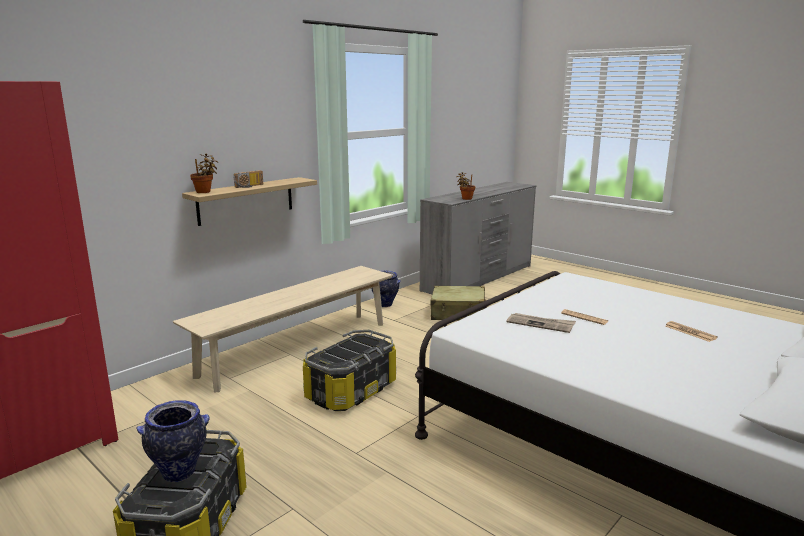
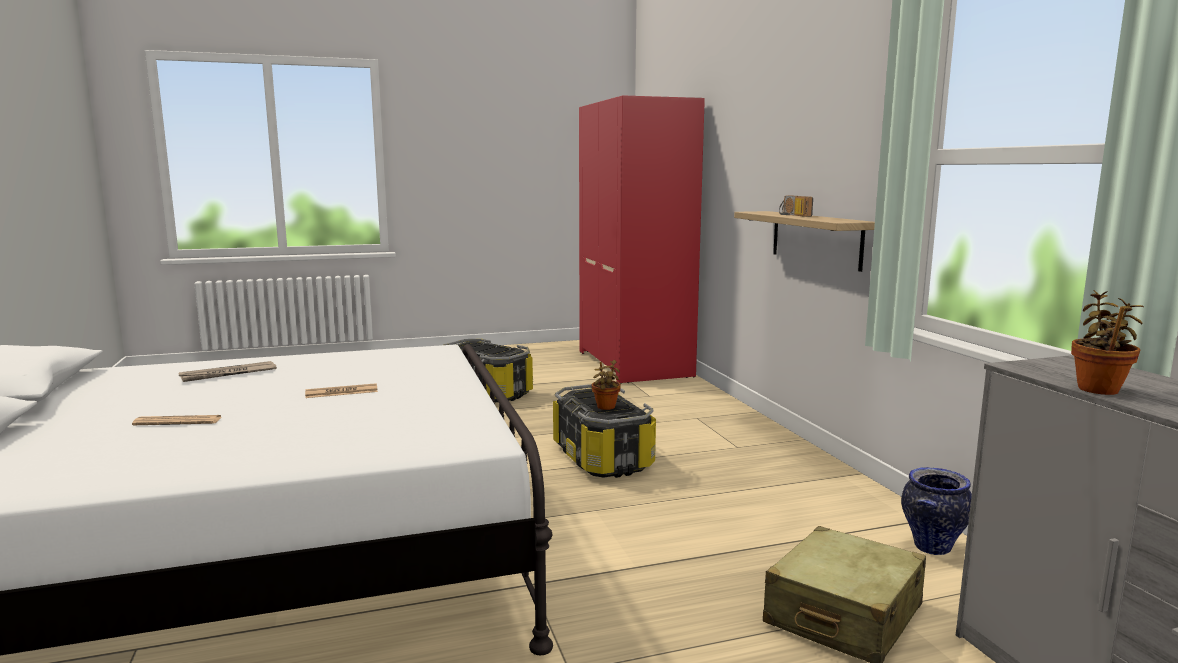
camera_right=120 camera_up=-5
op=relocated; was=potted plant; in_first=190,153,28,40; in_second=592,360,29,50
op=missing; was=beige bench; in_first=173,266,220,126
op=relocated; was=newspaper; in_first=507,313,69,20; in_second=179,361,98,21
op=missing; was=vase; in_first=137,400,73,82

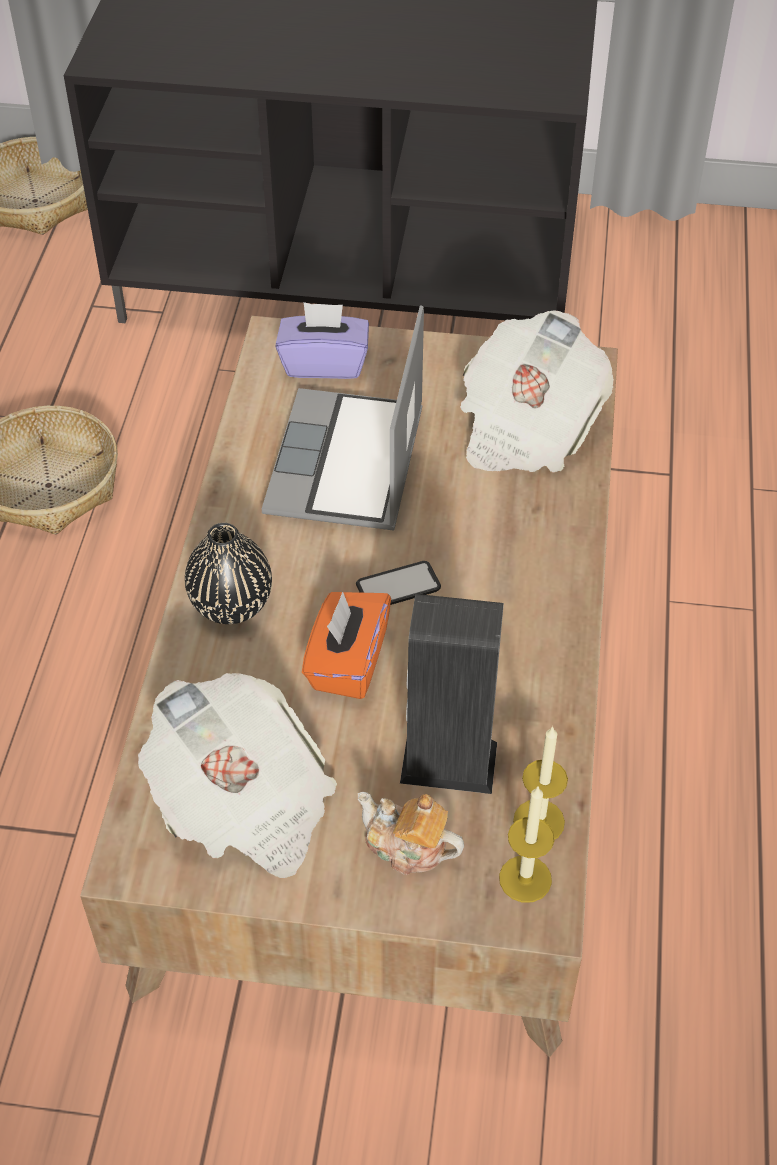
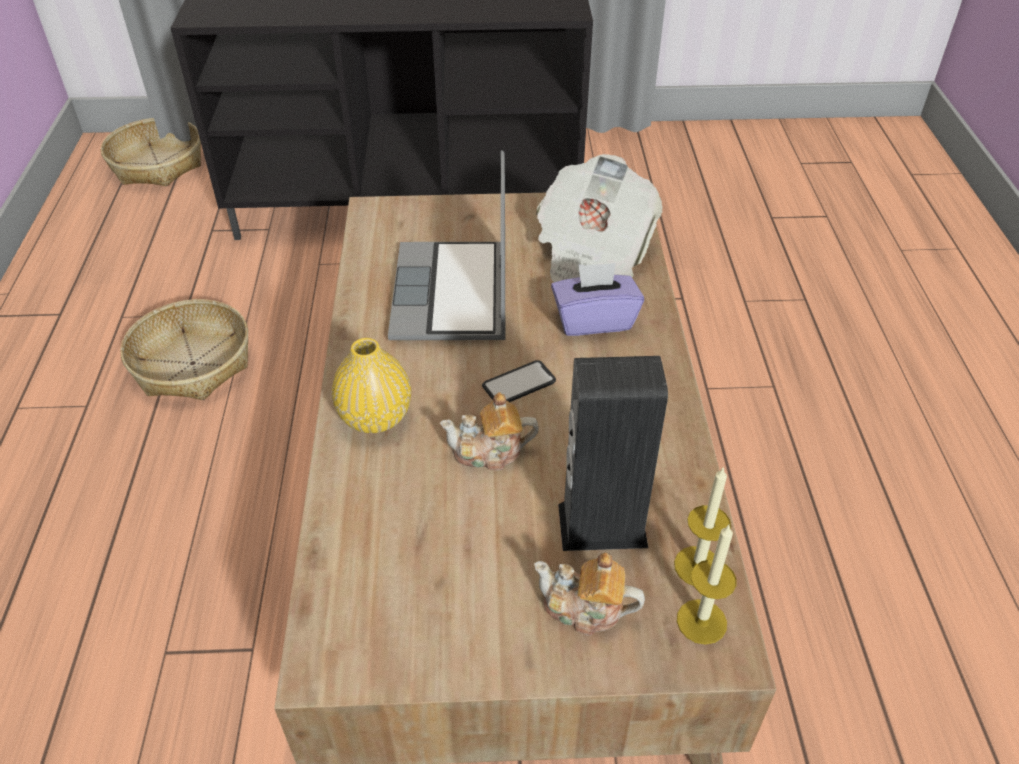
camera_right=-10 camera_up=-5
op=relocated; was=purple tissue box; in_first=276,302,93,77; in_second=551,263,93,73
op=colour; was=black vase; now=yellow vase; in_first=185,523,87,101; in_second=332,338,79,95
op=exchanged; was=orange tissue box; now=teapot; in_first=302,592,89,107; in_second=440,392,99,78
op=missing; was=newspaper; in_first=138,673,199,205

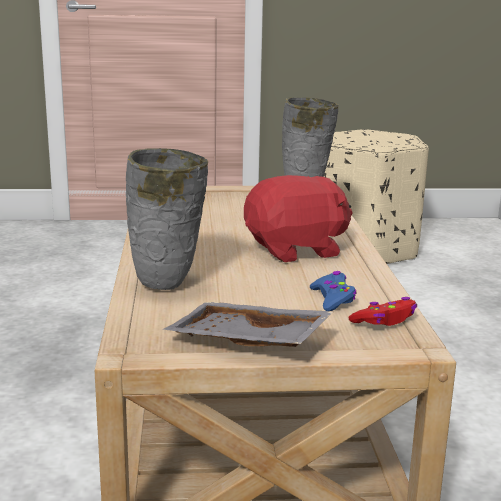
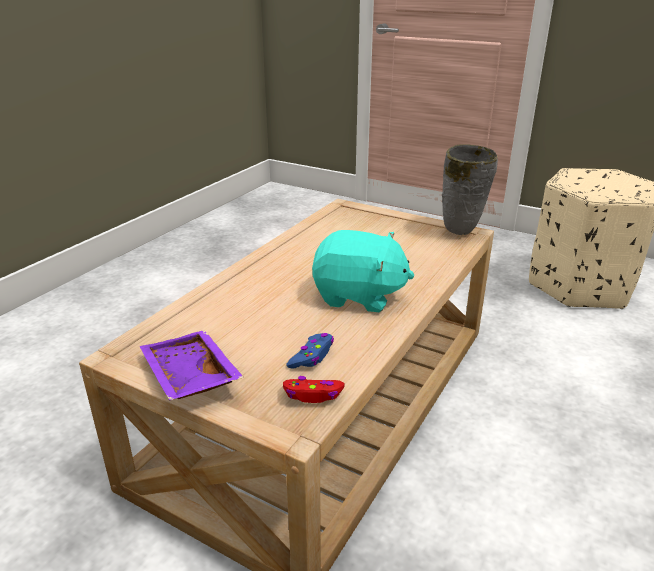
camera_right=35 camera_up=10
op=missing; was=grey vase; in_first=126,148,82,142
op=colour; was=red plush toy; now=turquoise plush toy; in_first=244,175,109,87; in_second=312,230,103,82
op=colour; was=grey tray; now=purple tray; in_first=162,302,171,45; in_second=140,330,104,71

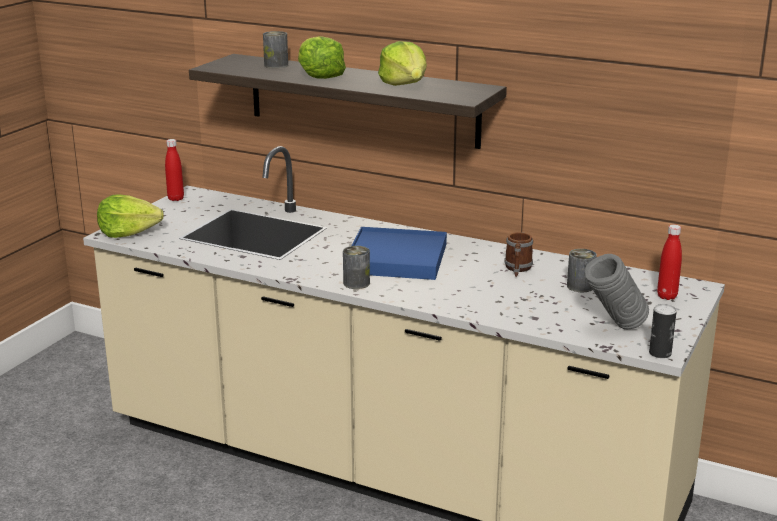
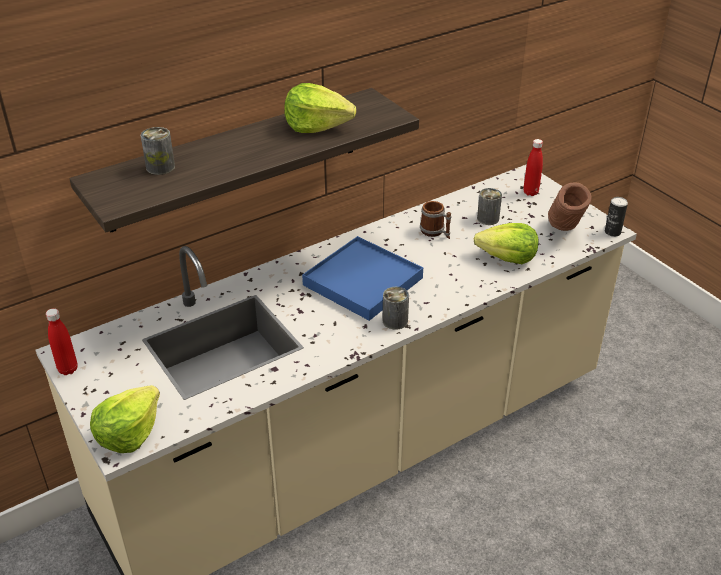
camera_right=-60 camera_up=15
op=relocated; was=lettuce; in_first=298,36,48,43; in_second=474,223,65,41
op=colour; was=grey vase; now=brown vase; in_first=585,254,64,75; in_second=548,182,44,49

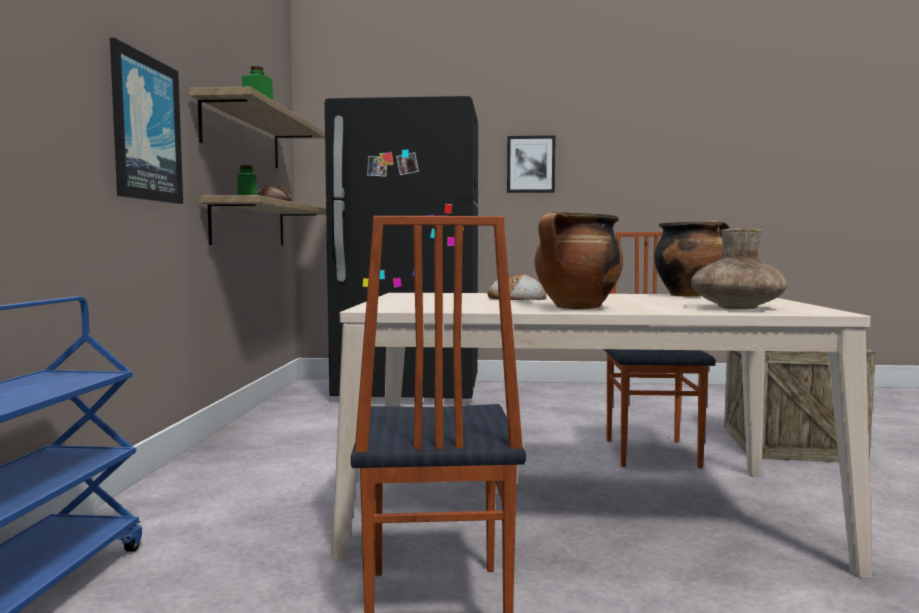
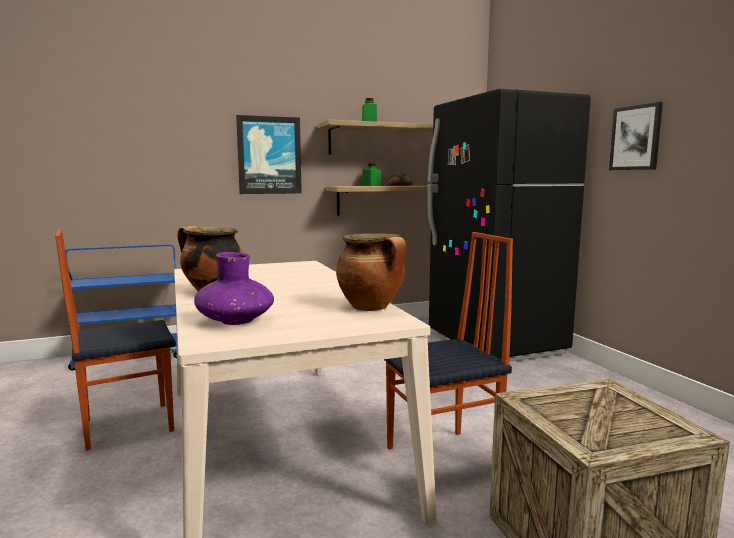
camera_right=65 camera_up=5
op=colour; was=brown vase; now=purple vase; in_first=691,229,96,80; in_second=194,252,80,73
op=missing; was=bread; in_first=488,273,58,27

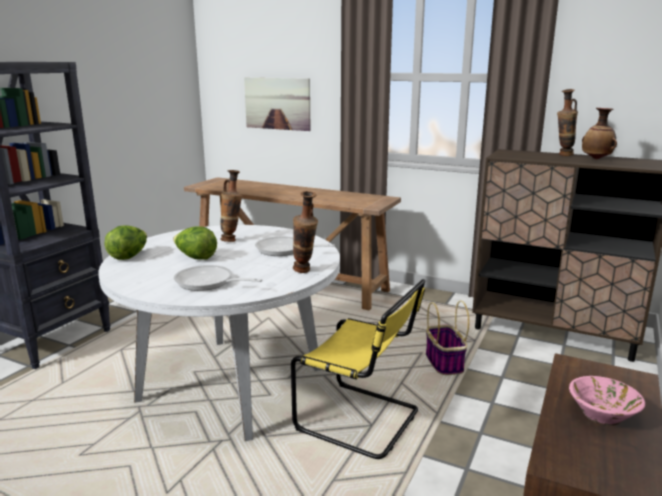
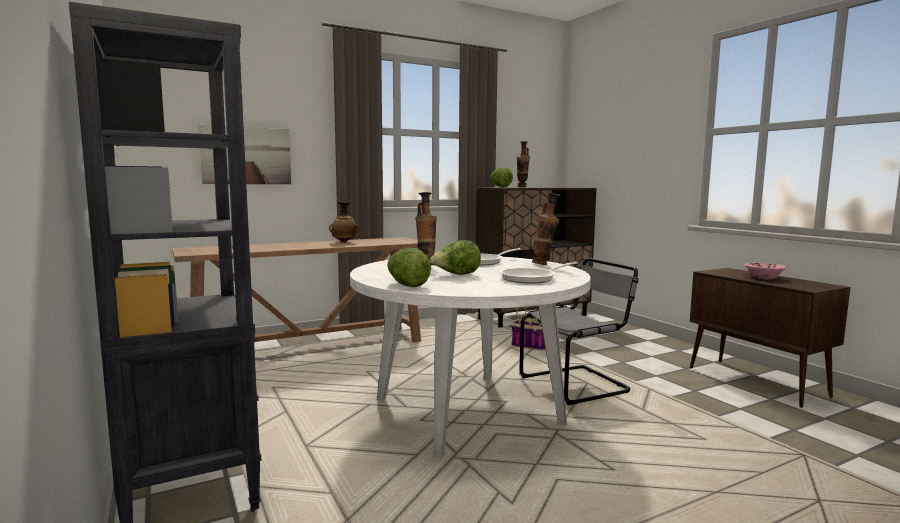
camera_right=-55 camera_up=-10
op=relocated; was=vase; in_first=582,108,35,52; in_second=329,202,30,41
op=colour; was=yellow chair; now=grey chair; in_first=291,279,134,180; in_second=519,258,120,147
op=appeared; now=lettuce; in_second=491,167,22,20

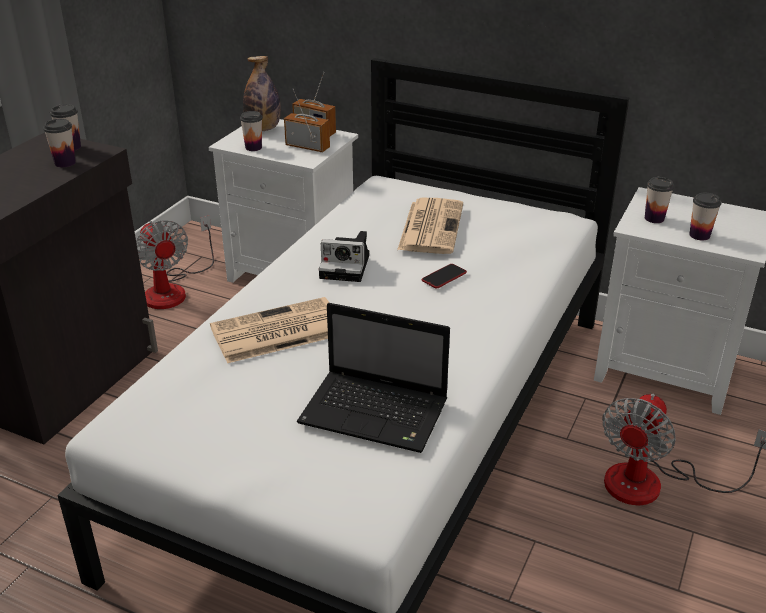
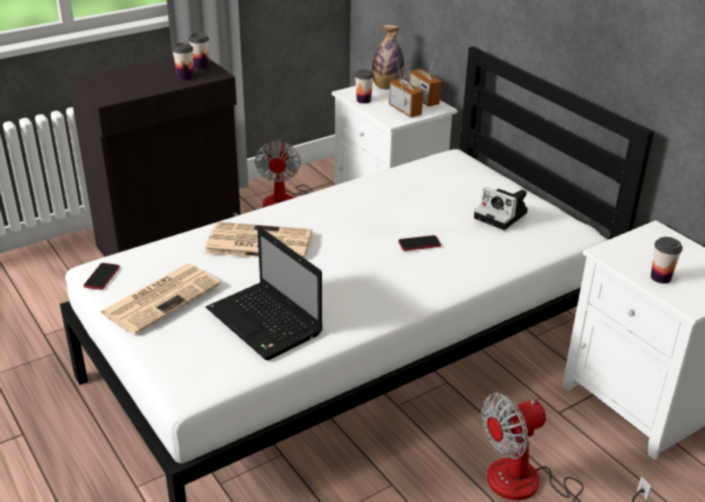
camera_right=30 camera_up=0
op=missing; was=cup; in_first=645,177,29,46
op=relocated; was=newspaper; in_first=397,198,66,56; in_second=99,264,122,71
op=relocated; was=photo camera; in_first=319,231,50,51; in_second=474,187,54,43
op=appeared; now=phone; in_second=84,263,36,27

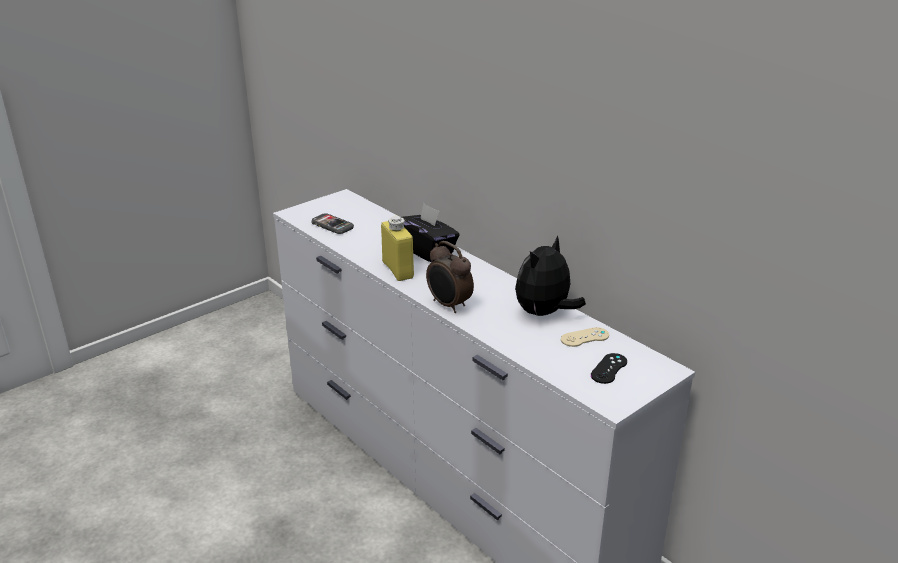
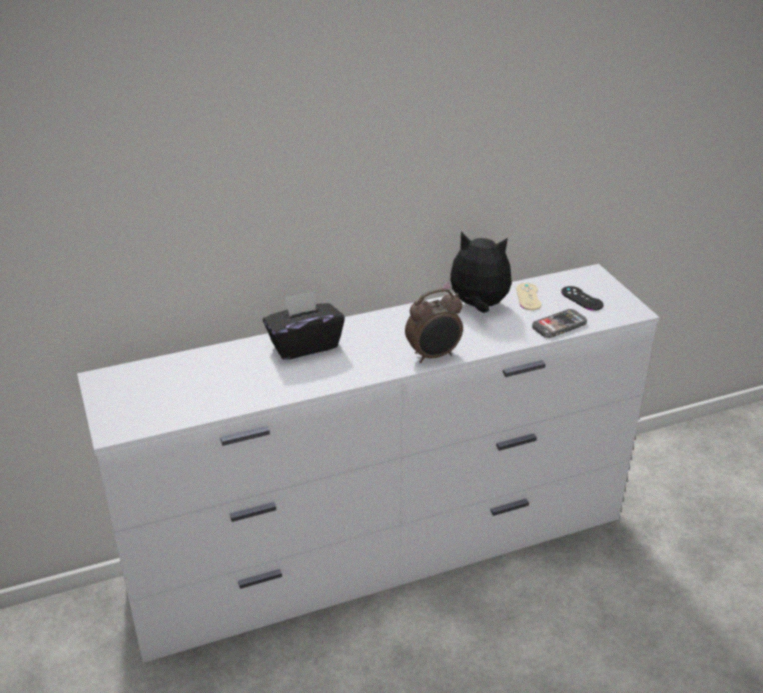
camera_right=-70 camera_up=5
op=relocated; was=phone; in_first=311,213,43,21; in_second=532,309,55,29
op=missing; was=yellow bottle; in_first=381,216,33,65
op=spun; was=plush toy; in_first=515,235,71,81; in_second=441,231,71,82; clockwise=135

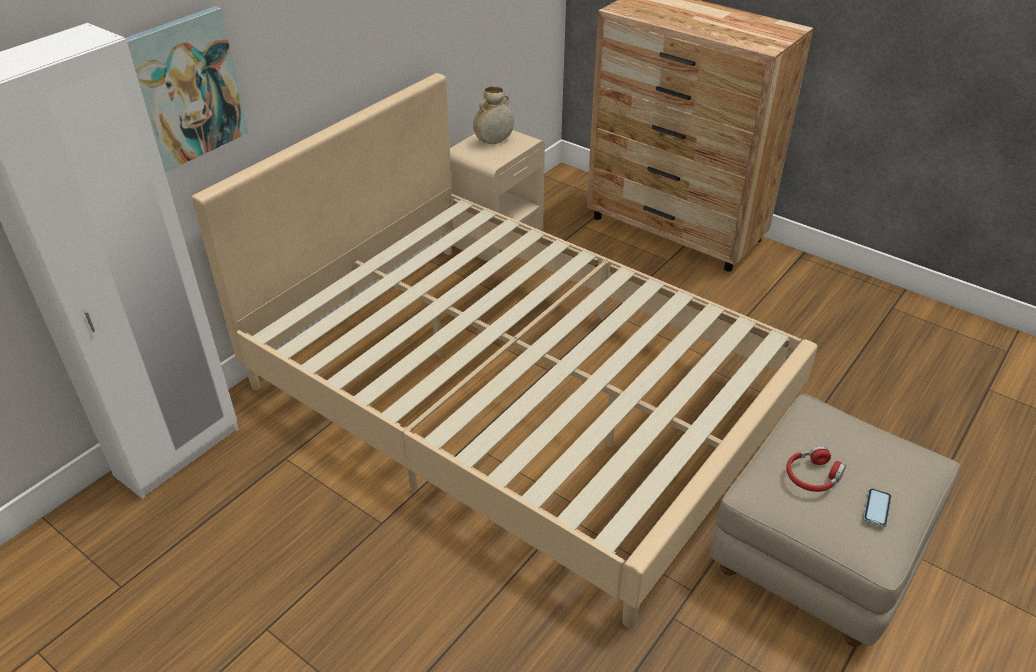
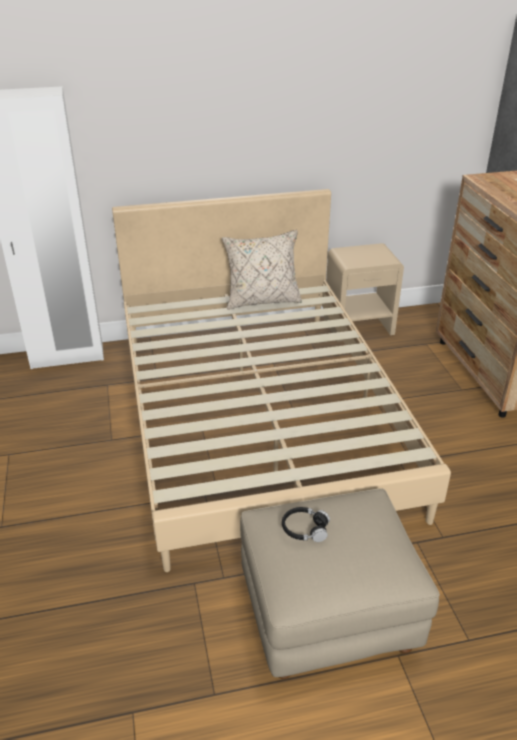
camera_right=40 camera_up=-5
op=missing; was=picture; in_first=125,6,123,166
op=missing; was=beige vase; in_first=473,86,41,58
op=colour; was=red headphones; now=black headphones; in_first=786,446,60,46; in_second=282,507,48,35
op=missing; was=phone; in_first=863,488,29,39
op=appeared; now=beige pillow; in_second=222,230,80,80

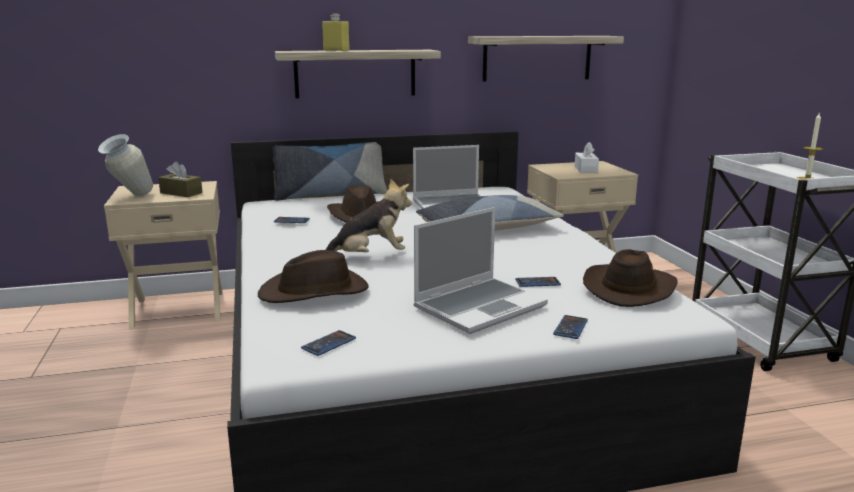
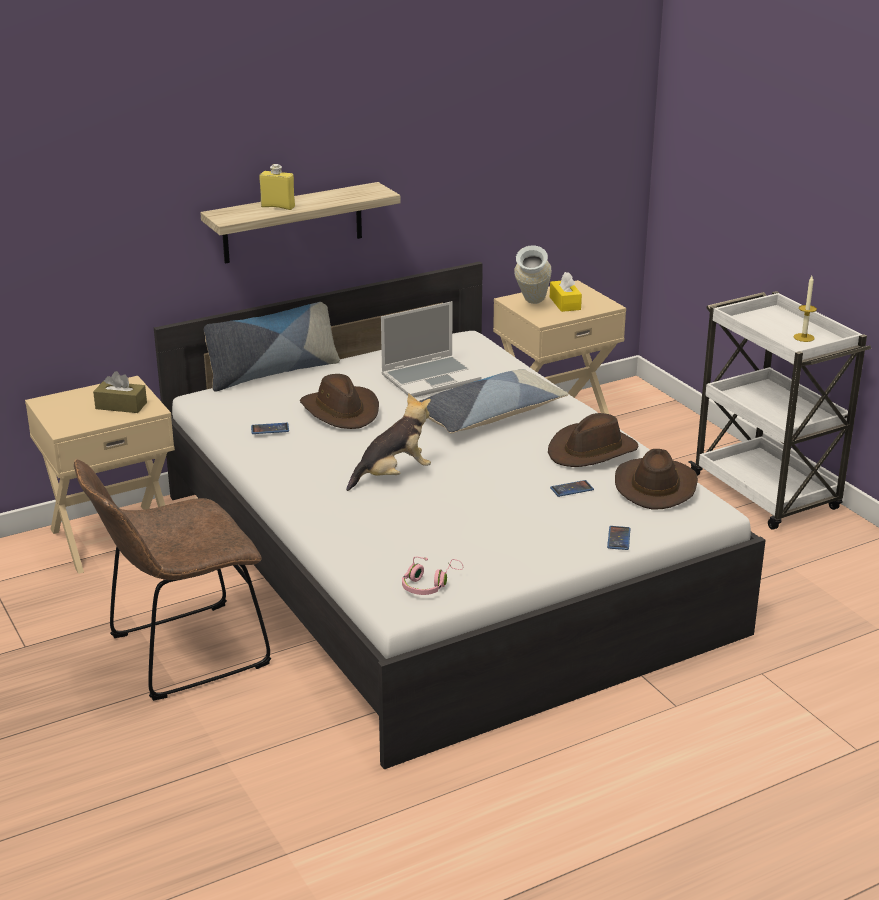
camera_right=-15 camera_up=10
op=missing; was=shelf; in_first=468,36,156,45
op=relocated; was=vase; in_first=98,134,55,62; in_second=514,245,37,59
op=colour; was=white tissue box; now=yellow tissue box; in_first=575,142,24,31; in_second=550,272,32,40
op=missing; was=laptop; in_first=414,207,134,127
op=relocated; was=brown hat; in_first=258,250,111,53; in_second=548,413,91,54
op=exchanged; was=phone; now=pink headphones; in_first=301,330,55,26; in_second=402,557,61,38
op=appeared; now=brown chair; in_second=74,460,197,241

